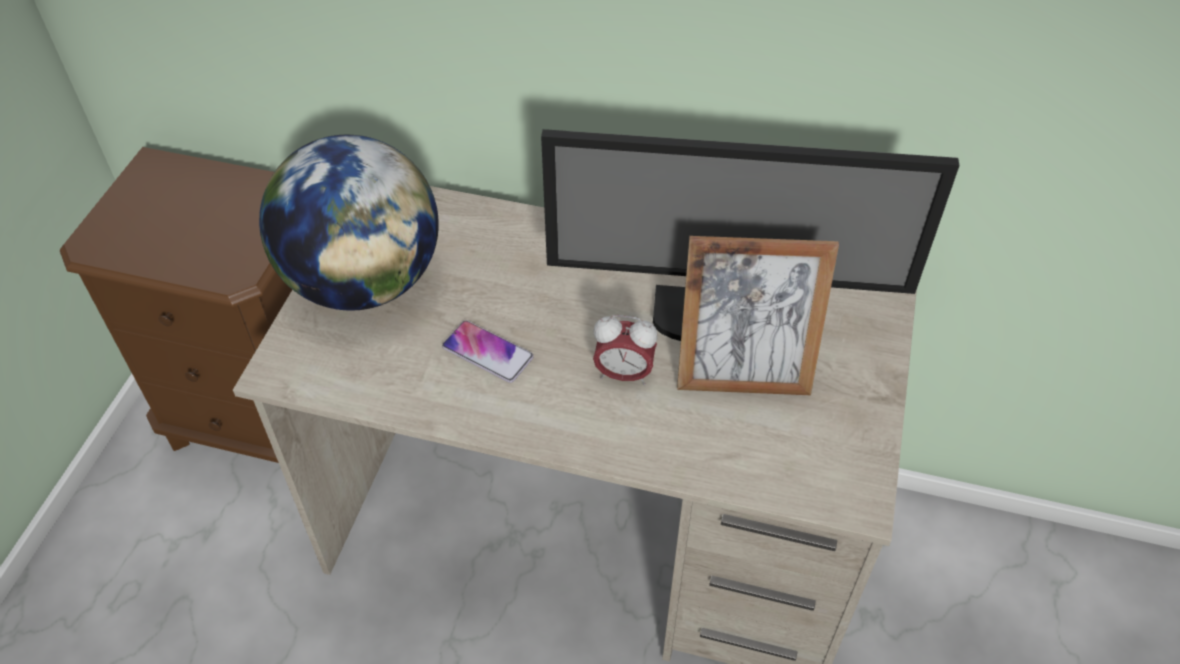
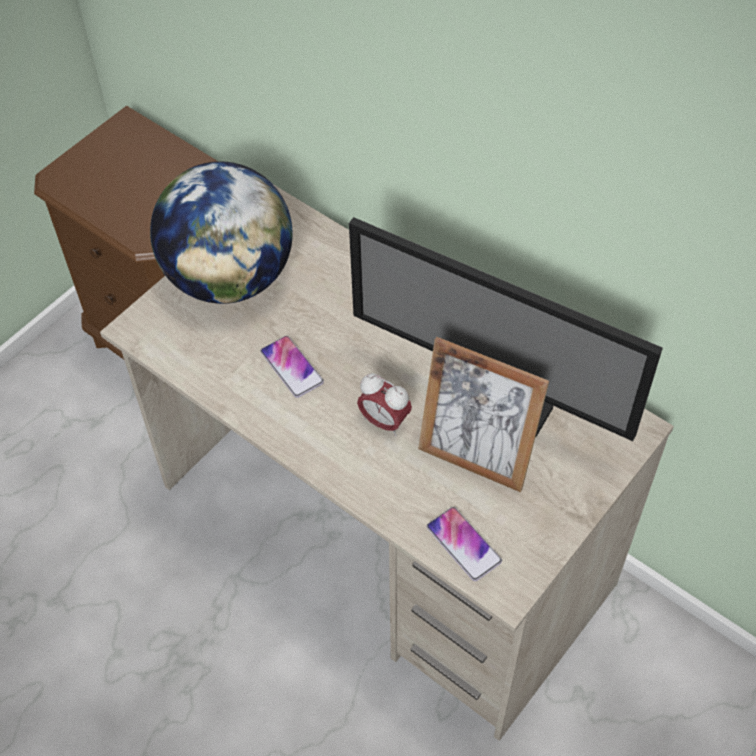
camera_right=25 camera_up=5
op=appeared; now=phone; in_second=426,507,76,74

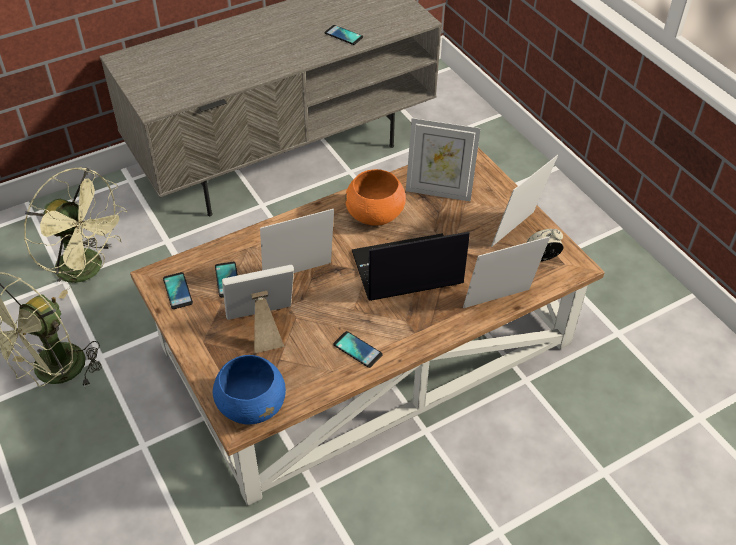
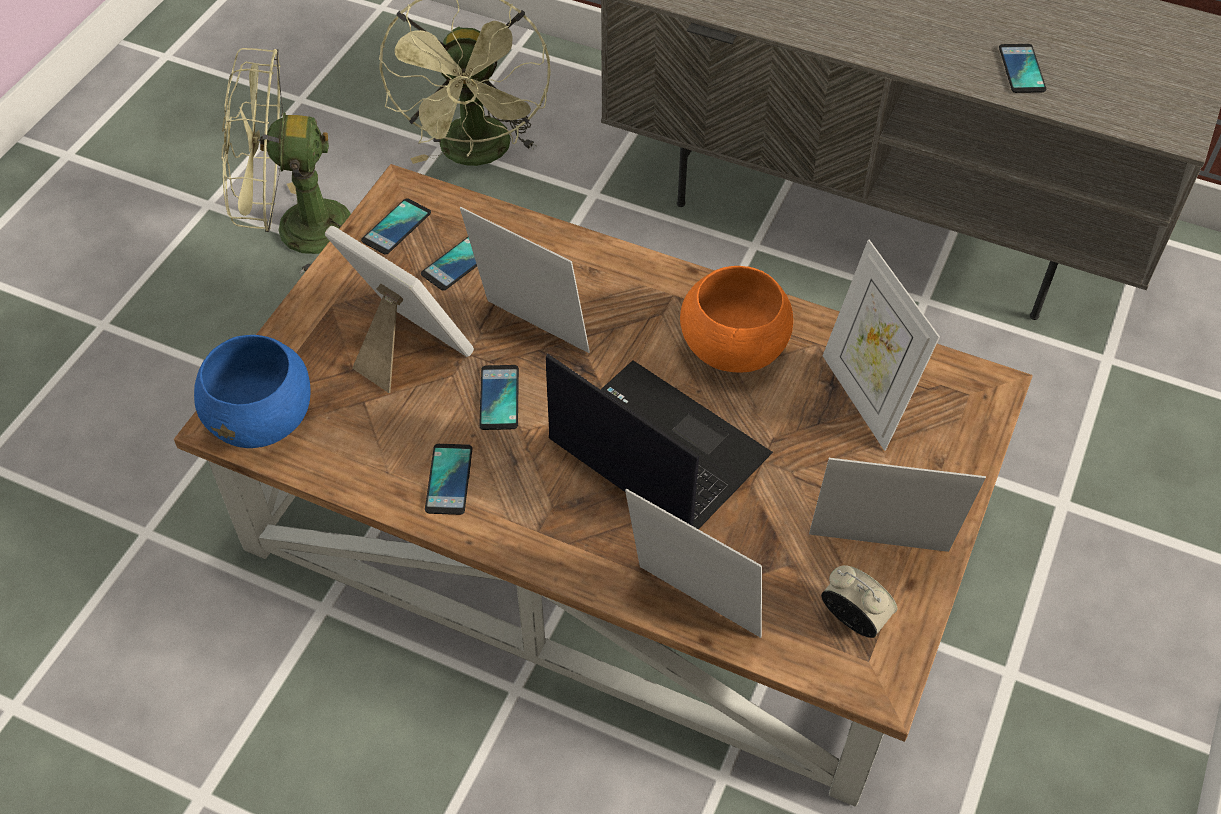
camera_right=55 camera_up=5
op=appeared; now=phone; in_second=479,365,40,65

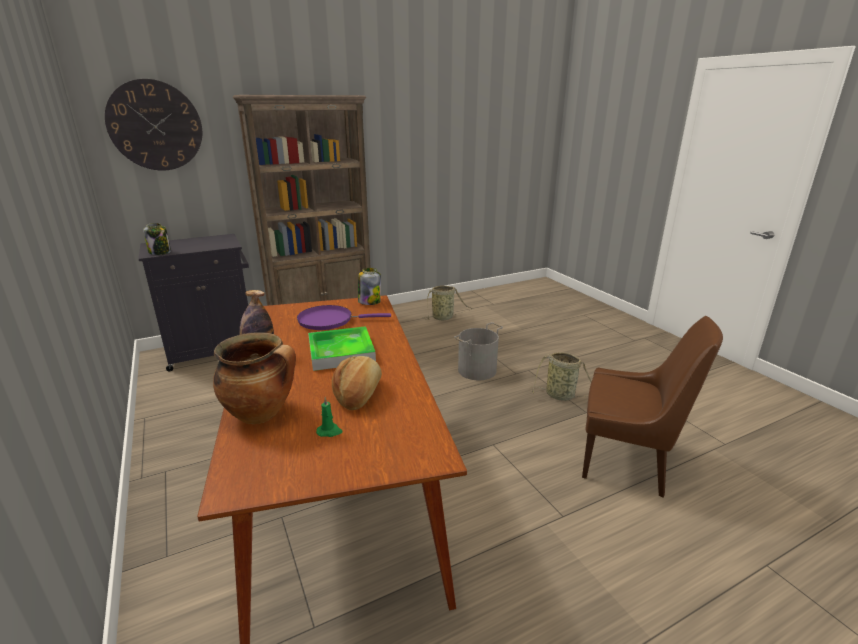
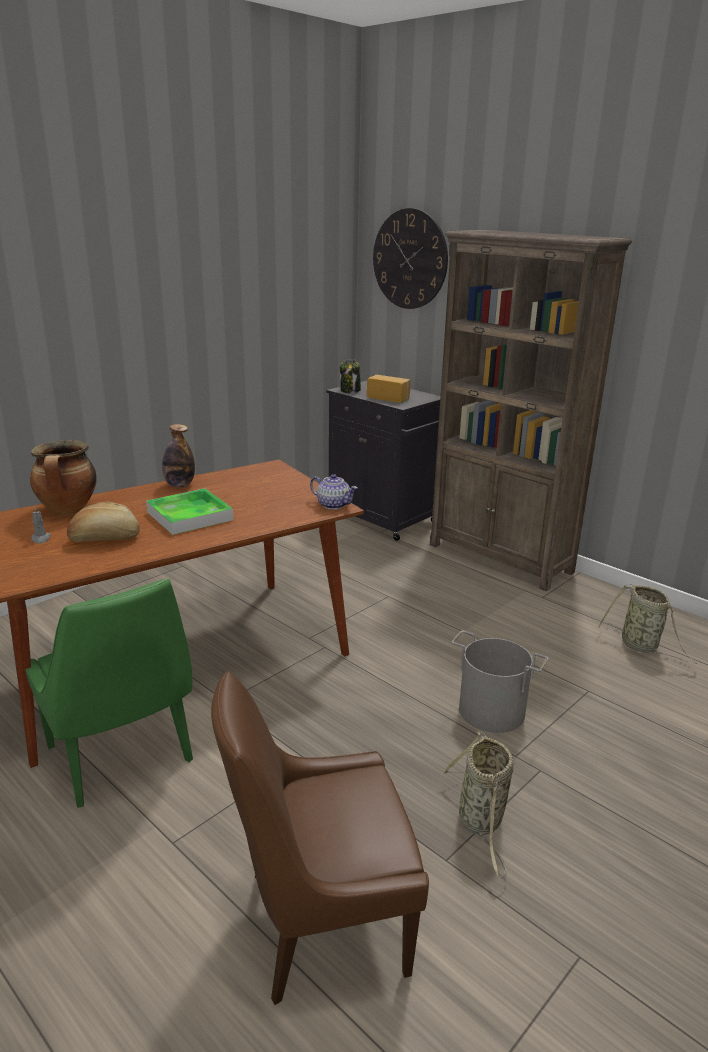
camera_right=70 camera_up=0
op=exchanged; was=jar; now=teapot; in_first=358,268,23,37; in_second=310,474,48,35
op=missing; was=purple frying pan; in_first=297,305,94,25
op=spun; was=brown chair; in_first=582,316,141,182; in_second=211,671,218,334; clockwise=75
op=colour; was=green candle; now=grey candle; in_first=316,397,27,40; in_second=31,505,20,39
op=appeared; now=bread; in_second=367,375,43,28
op=appeared; now=green chair; in_second=25,579,168,229

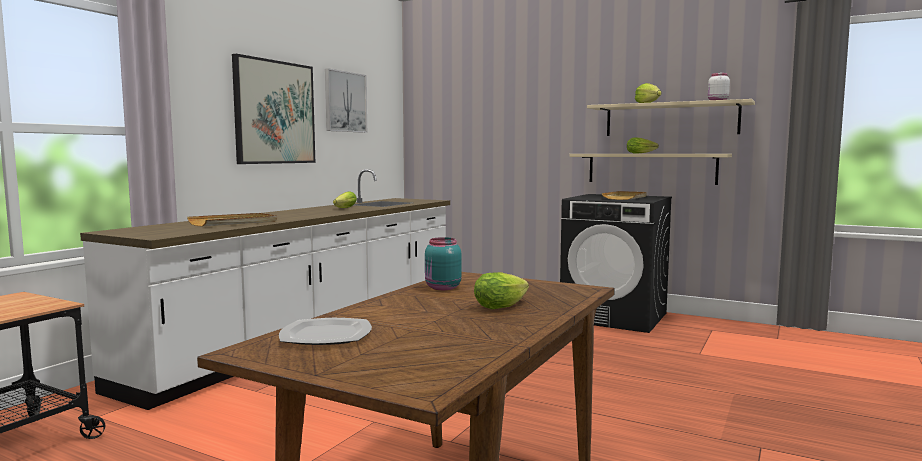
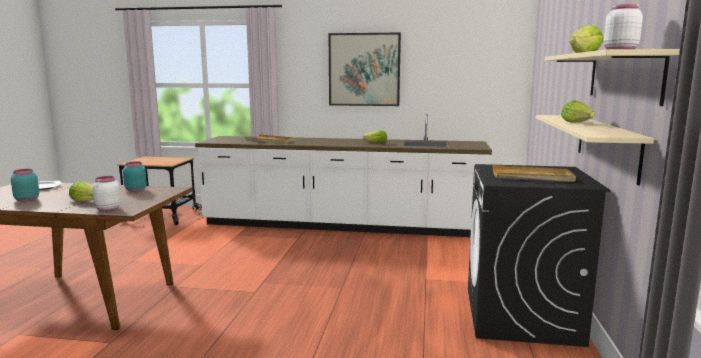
camera_right=70 camera_up=5
op=missing; was=picture; in_first=325,68,42,65
op=appeared; now=turquoise jar; in_second=11,169,28,33
op=appeared; now=white jar; in_second=92,176,29,35

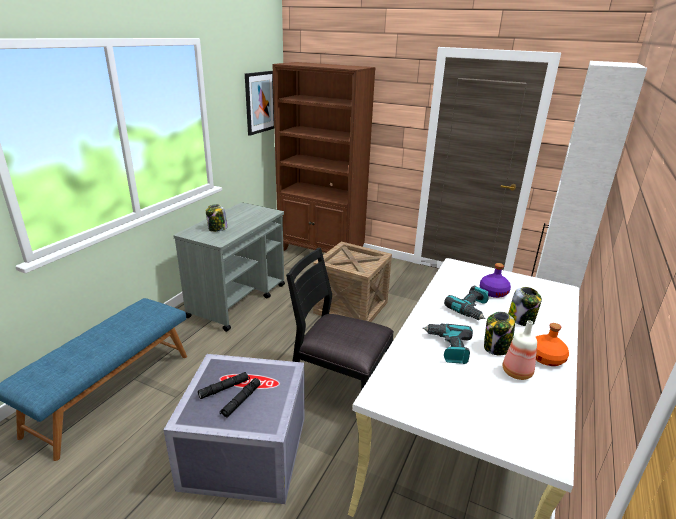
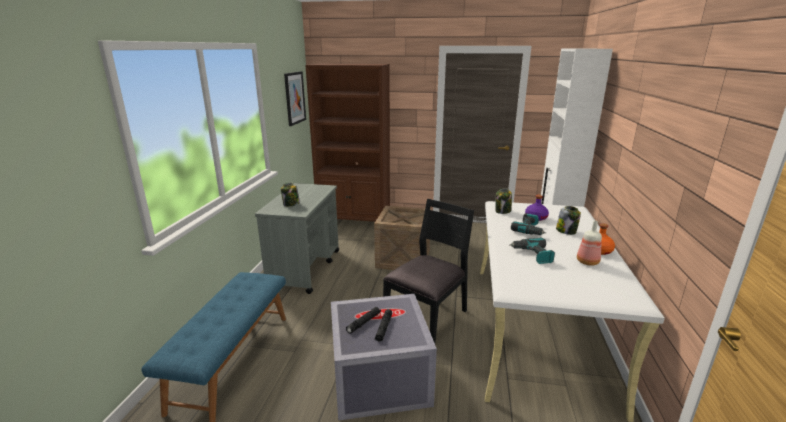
camera_right=-15 camera_up=-5
op=spun; was=black chair; in_first=286,248,108,142; in_second=383,199,91,144; clockwise=120
op=relocated; was=jar; in_first=484,312,31,43; in_second=495,188,17,26

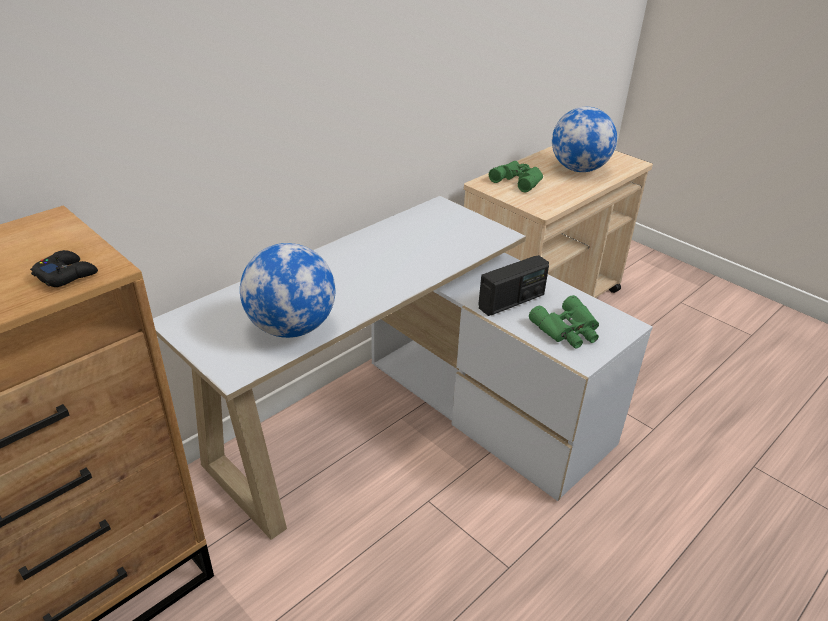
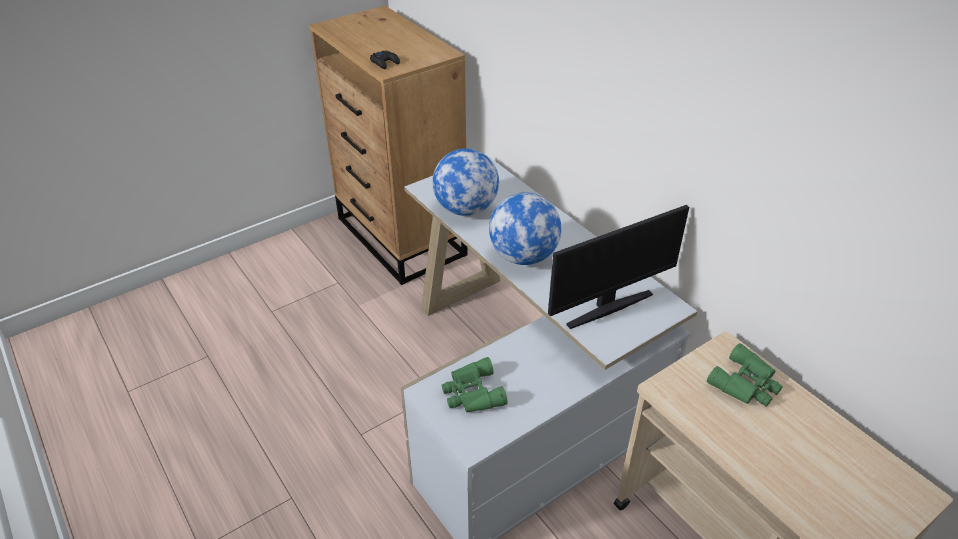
camera_right=100 camera_up=5
op=relocated; was=globe; in_first=552,107,65,65; in_second=489,192,73,73
op=missing; was=radio; in_first=478,255,71,61
op=appeared; now=monitor; in_second=548,205,141,124

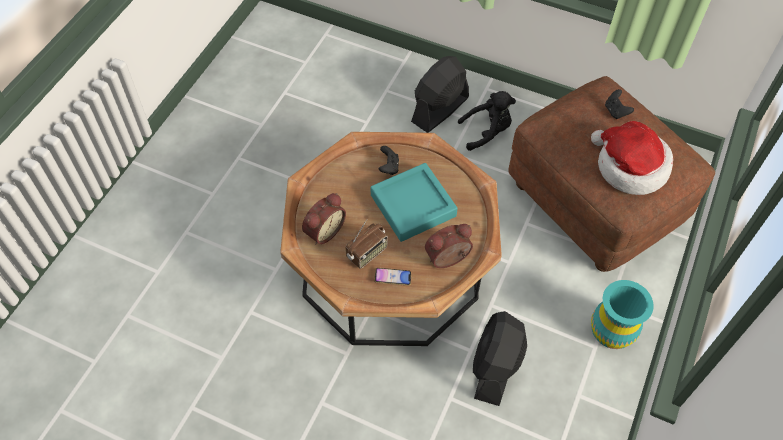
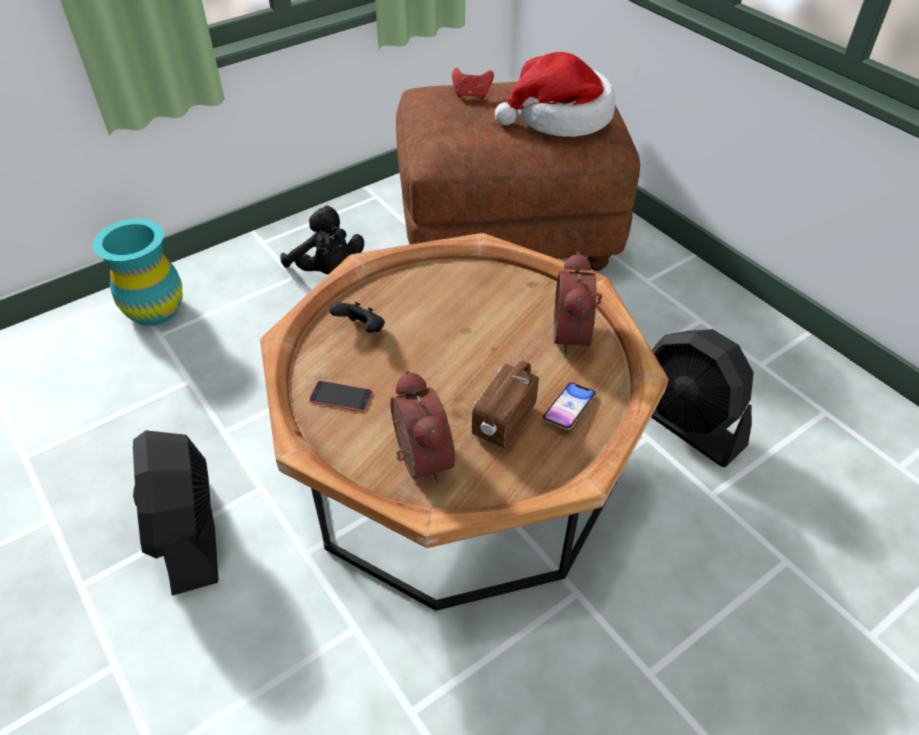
camera_right=-60 camera_up=-10
op=relocated; was=black fan; in_first=411,56,58,77; in_second=133,430,85,166
op=colour; was=black game controller; now=red game controller; in_first=605,89,29,30; in_second=452,68,42,31
op=spun; was=black plush toy; in_first=458,91,58,60; in_second=281,205,83,69; clockwise=120
op=missing; was=turquoise tray; in_first=371,163,87,79
op=spun; was=radio; in_first=345,219,43,50; in_second=472,361,67,87; clockwise=-135
op=relocated; was=turquoise vase; in_first=591,280,63,69; in_second=93,219,89,107
op=appeared; now=phone; in_second=309,381,64,31

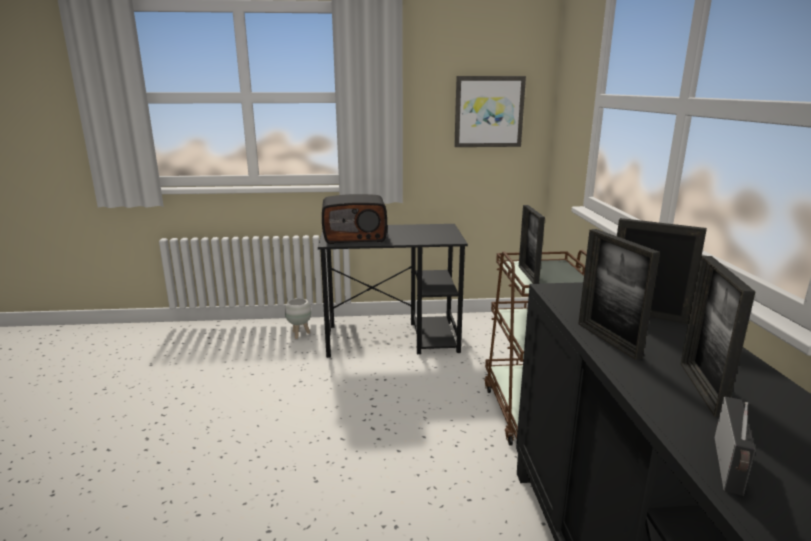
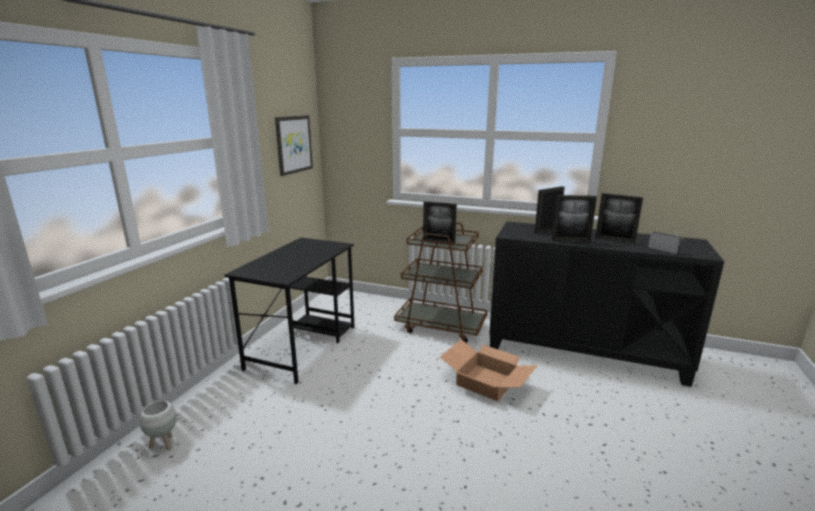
camera_right=-65 camera_up=0
op=missing; was=radio; in_first=322,194,65,50
op=relocated; was=white planter; in_first=285,298,26,41; in_second=140,400,37,50
op=appeared; now=cardboard box; in_second=440,340,98,62

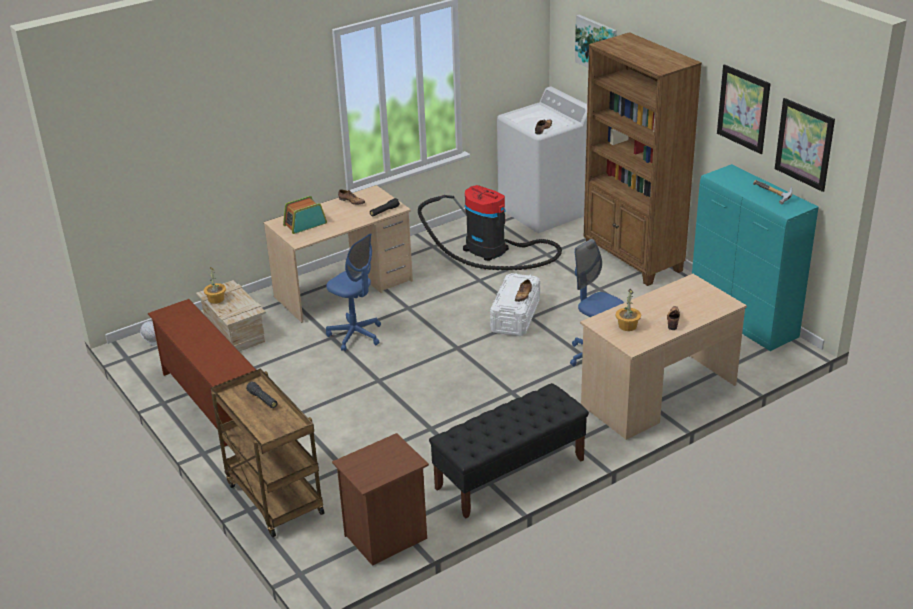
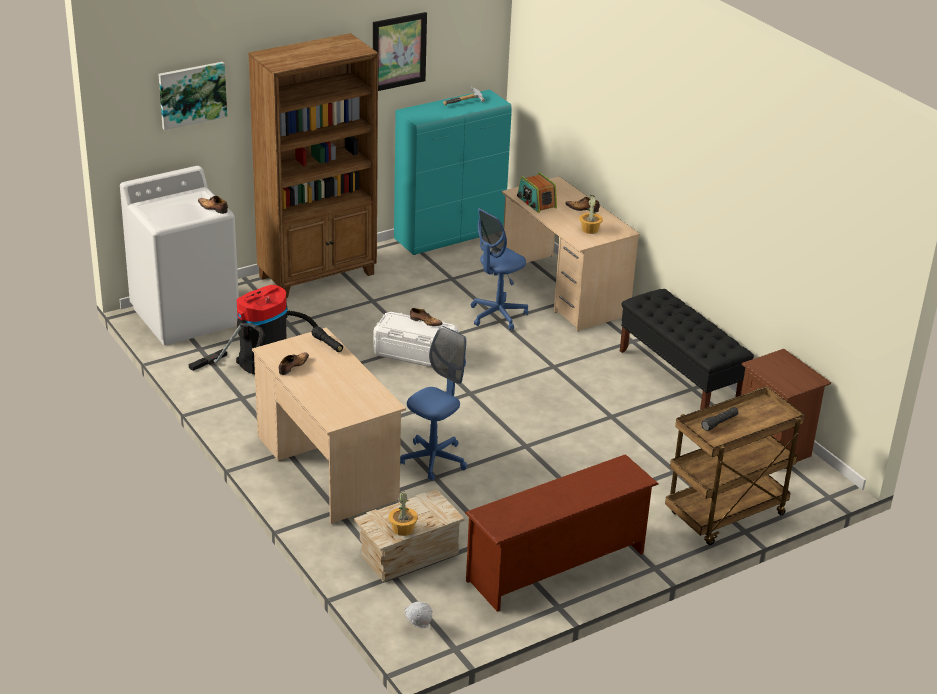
camera_right=-90 camera_up=0
op=missing; was=picture; in_first=775,98,60,94
op=relocated; was=radio; in_first=283,196,44,38; in_second=517,172,40,41

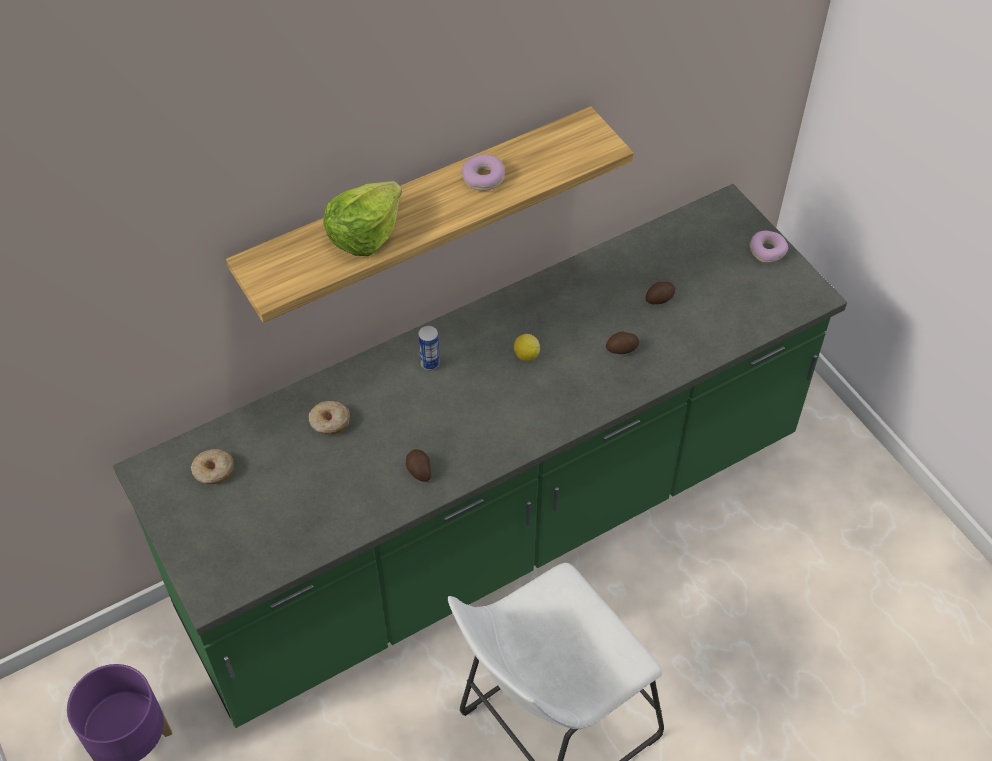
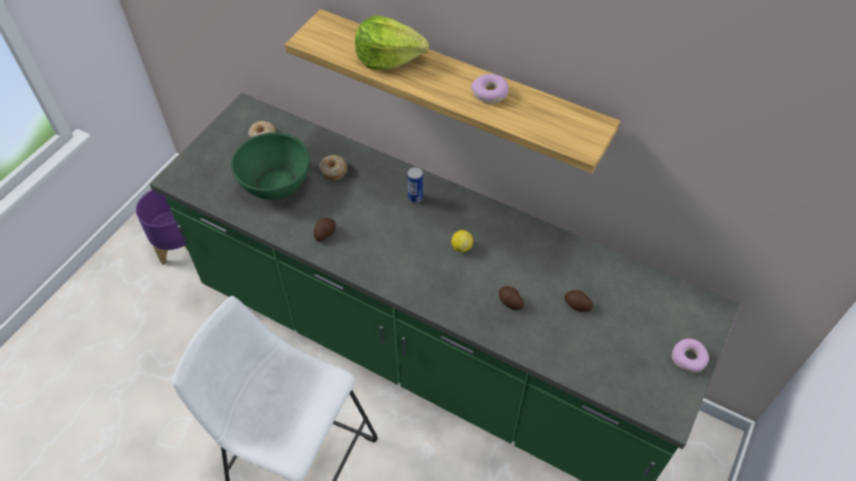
camera_right=60 camera_up=0
op=appeared; now=green bowl; in_second=231,132,79,68

